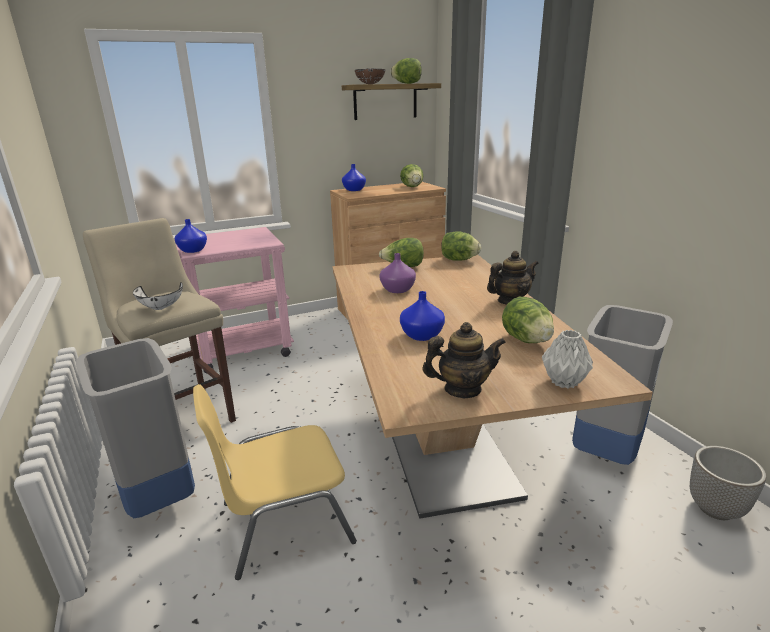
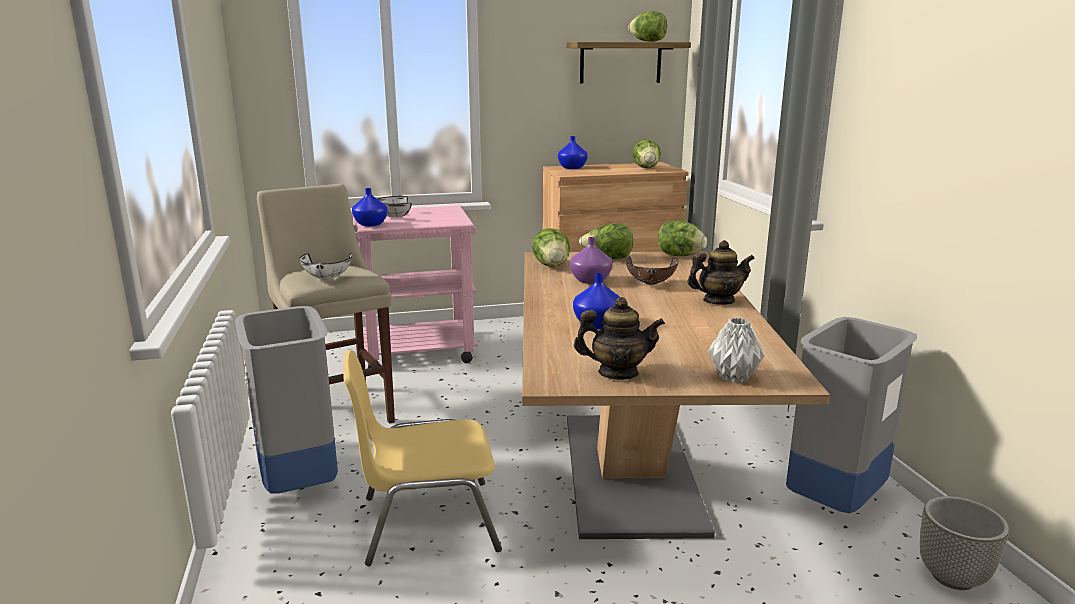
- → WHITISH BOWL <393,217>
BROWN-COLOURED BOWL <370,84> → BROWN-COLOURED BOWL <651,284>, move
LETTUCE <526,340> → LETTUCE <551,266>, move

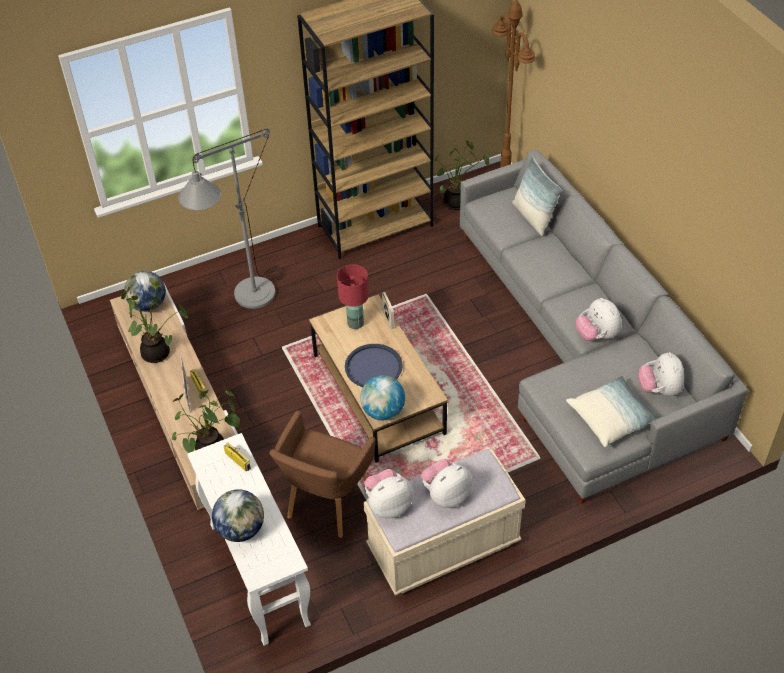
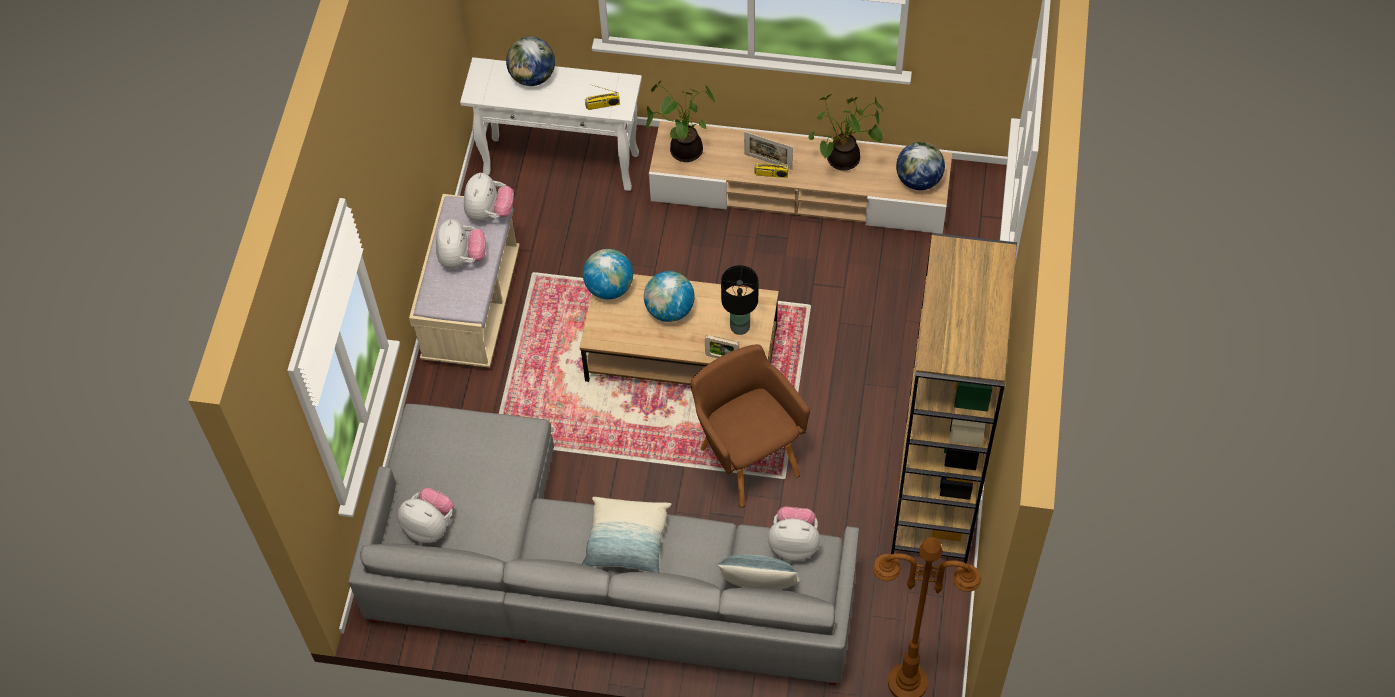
GREYISH STANDARD LAMP <247,301> → -
PLANT IN A POT <456,204> → -
BROWN-COLOURED LOUNGE CHAIR <326,504> → BROWN-COLOURED LOUNGE CHAIR <747,457>, move
PILLOW <611,418> → PILLOW <627,541>, move
CUDDLY TOY <597,335> → CUDDLY TOY <794,543>, move
BLUISH CARRYING TRAY <373,367> → GLOBE <669,310>
RED-COLOURED TABLE LAMP <356,323> → BLACK-COLOURED TABLE LAMP <739,327>

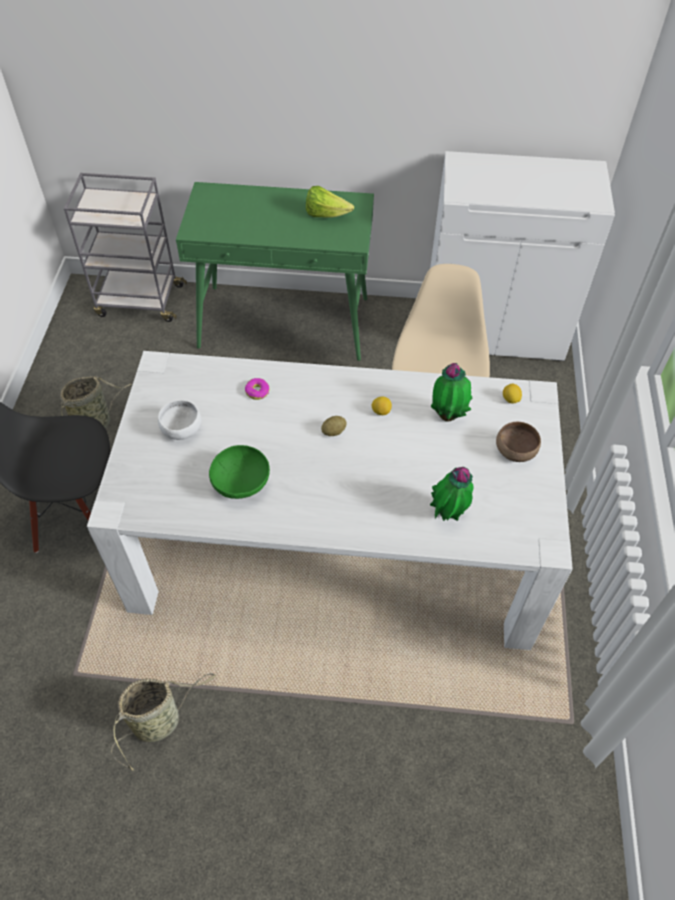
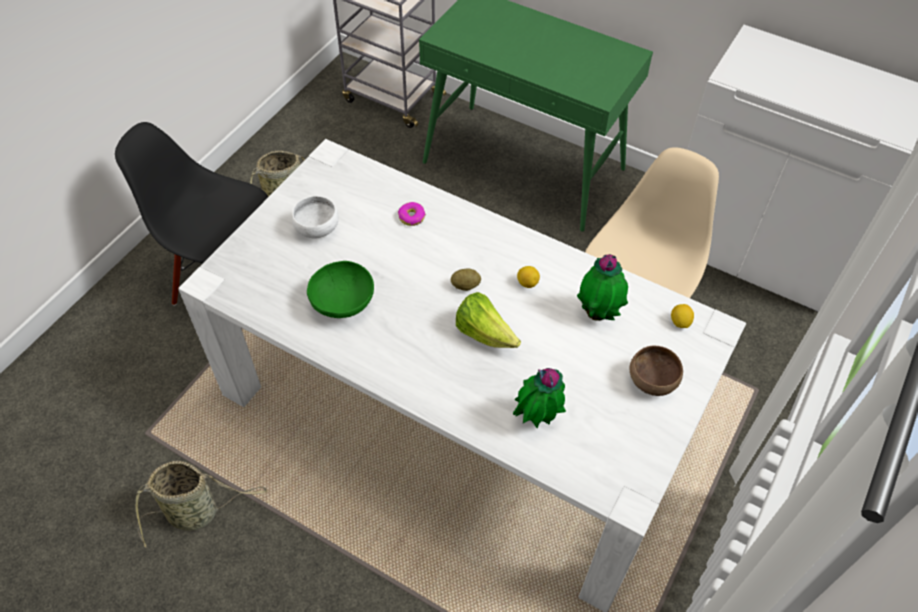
LETTUCE <326,215> → LETTUCE <484,333>, move

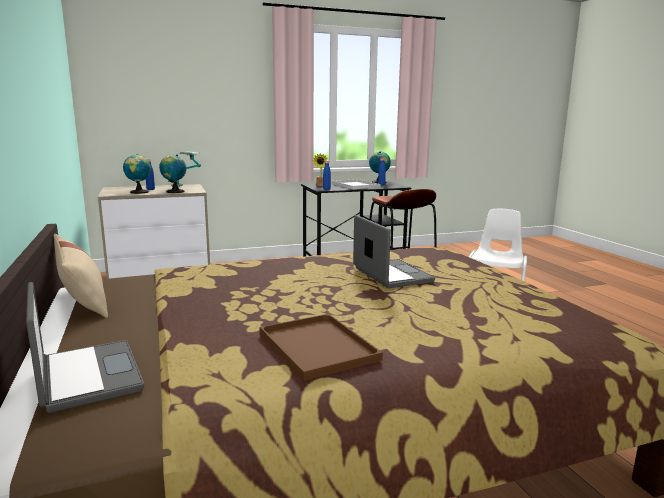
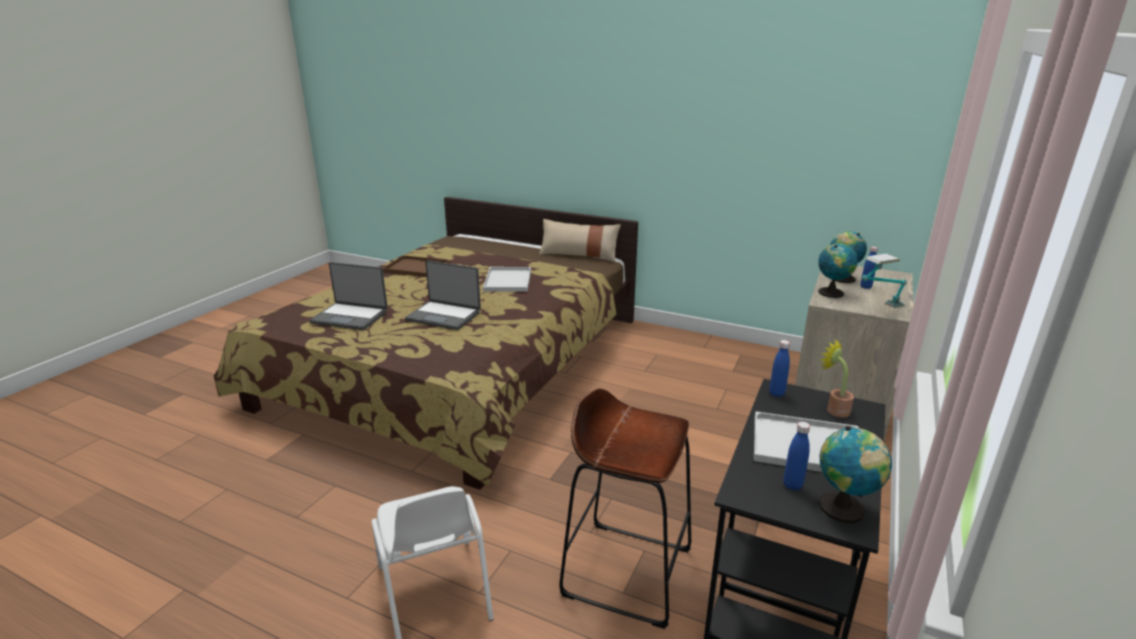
- → WHITISH CARRYING TRAY <507,280>
PORTABLE COMPUTER <86,376> → PORTABLE COMPUTER <350,317>, move

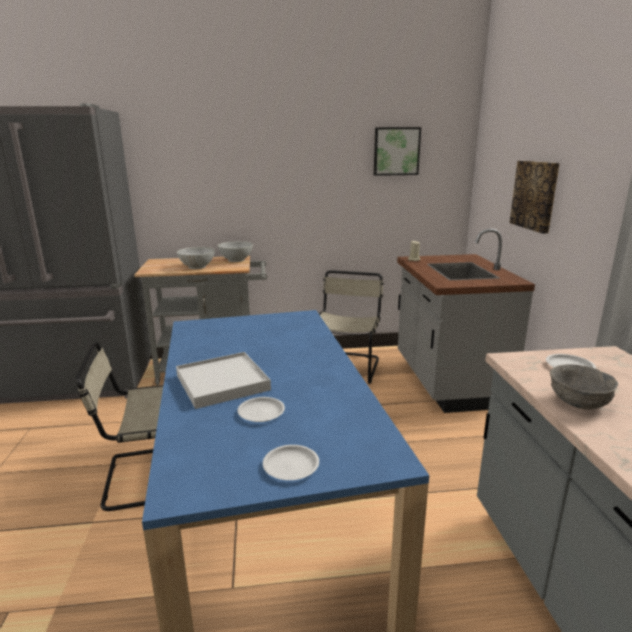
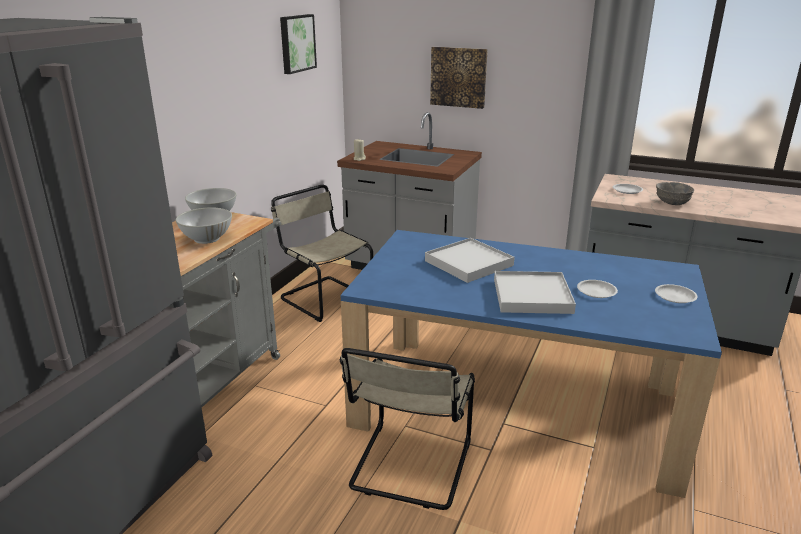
- → WHITISH CARRYING TRAY <468,263>

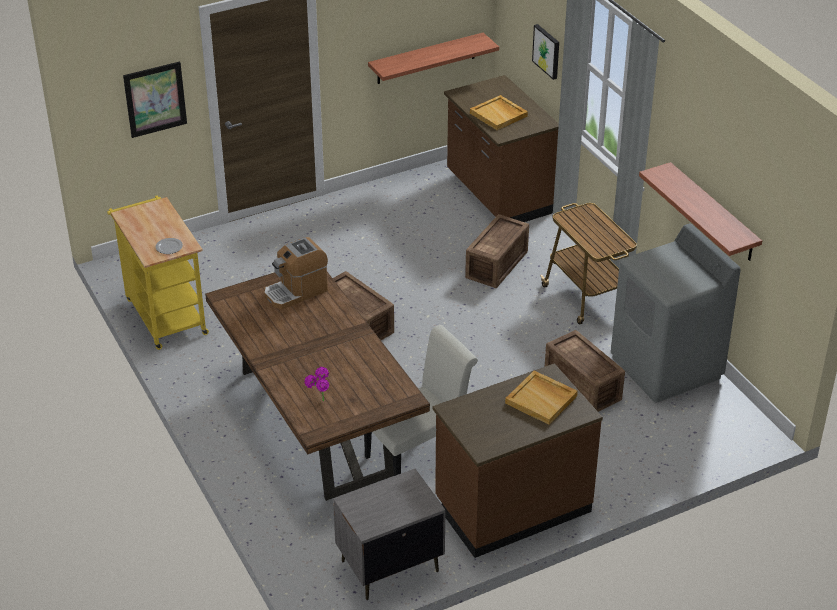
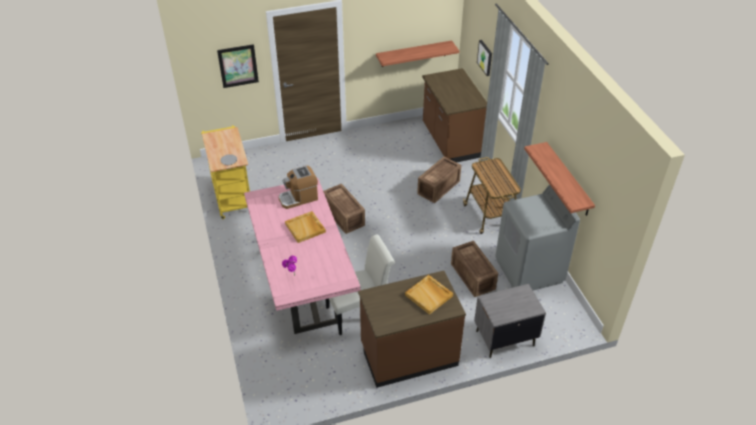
GREYISH NIGHTSTAND <389,566> → GREYISH NIGHTSTAND <504,338>, move
BEIGE-COLOURED CARRYING TRAY <499,115> → BEIGE-COLOURED CARRYING TRAY <305,228>, move
BROWN-COLOURED DINING TABLE <317,423> → PINK DINING TABLE <303,280>

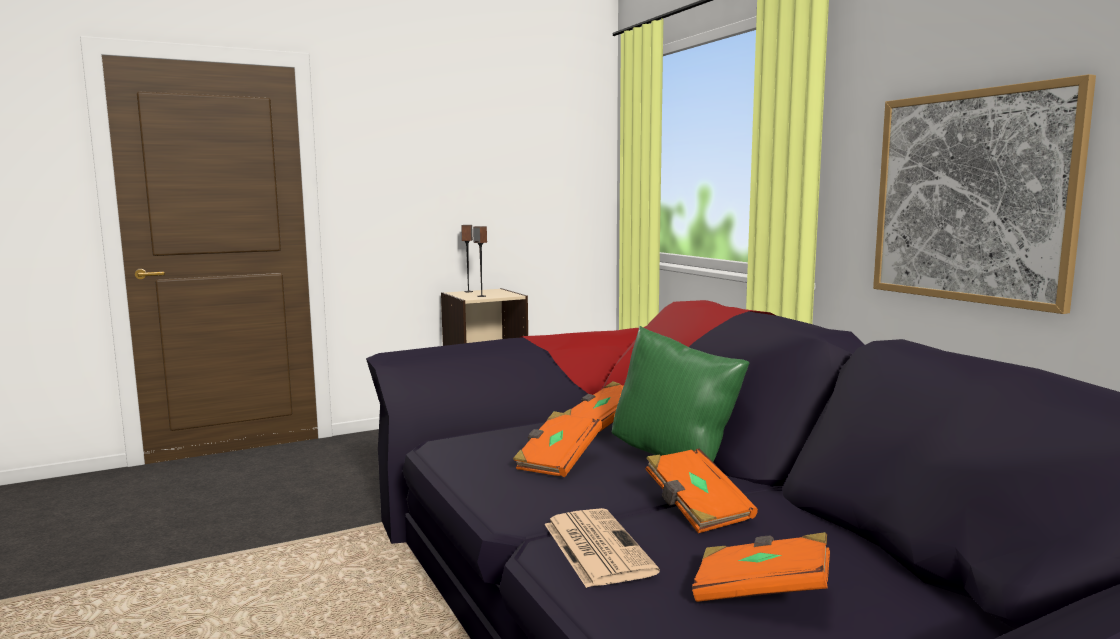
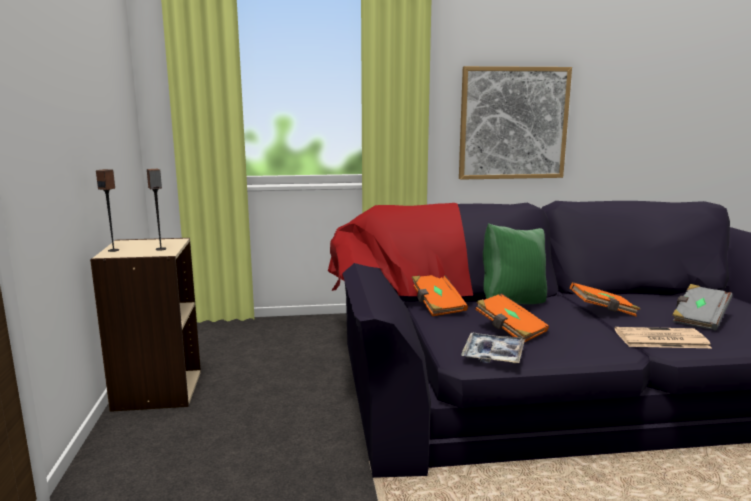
- → CARRYING TRAY <493,355>
ORANGE VOLUME <760,593> → GREYISH VOLUME <698,319>

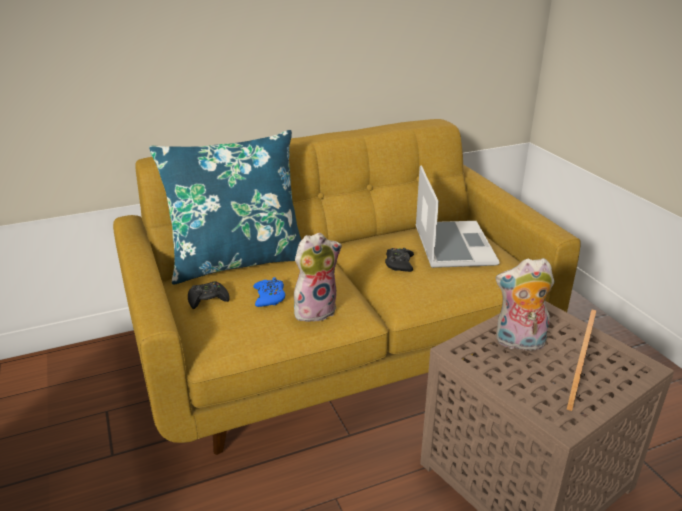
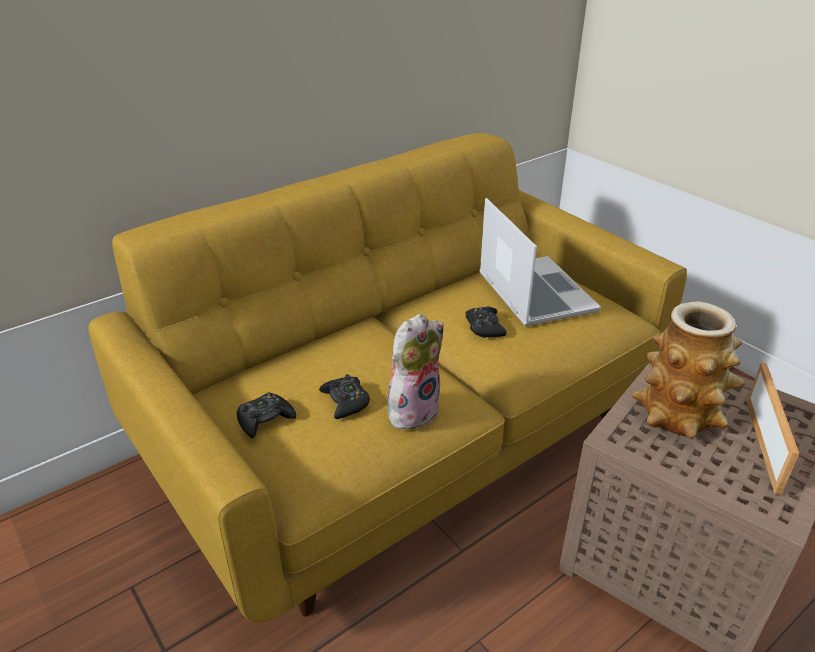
BLUISH PILLOW <237,261> → -
CUDDLY TOY <518,343> → VASE <678,414>
BLUISH GAMEPAD <269,297> → BLACK-COLOURED GAMEPAD <346,401>

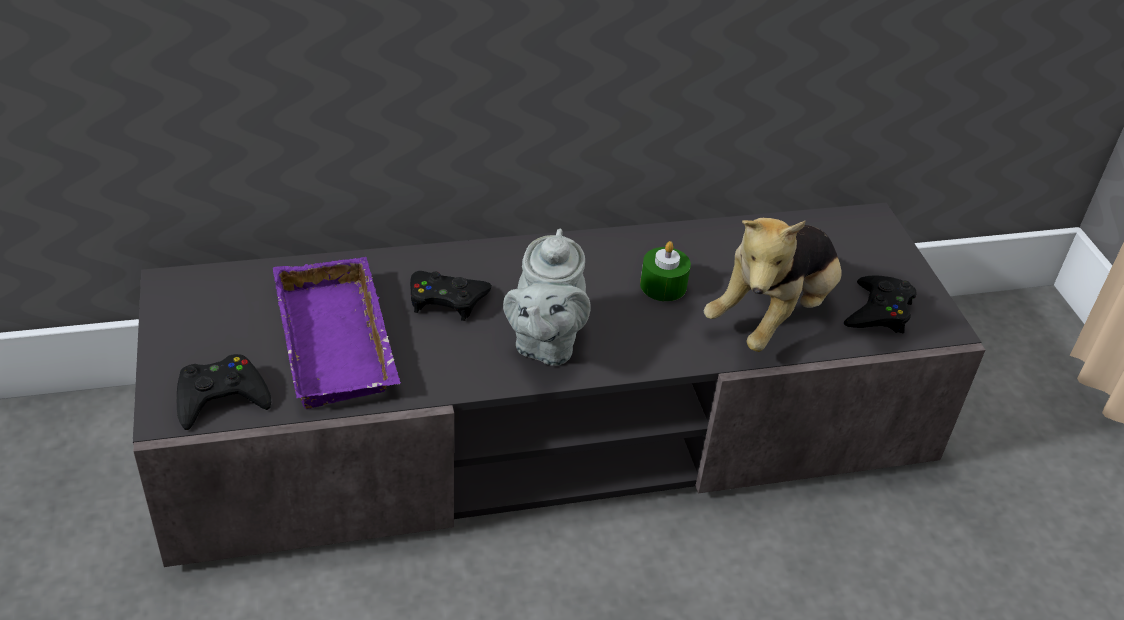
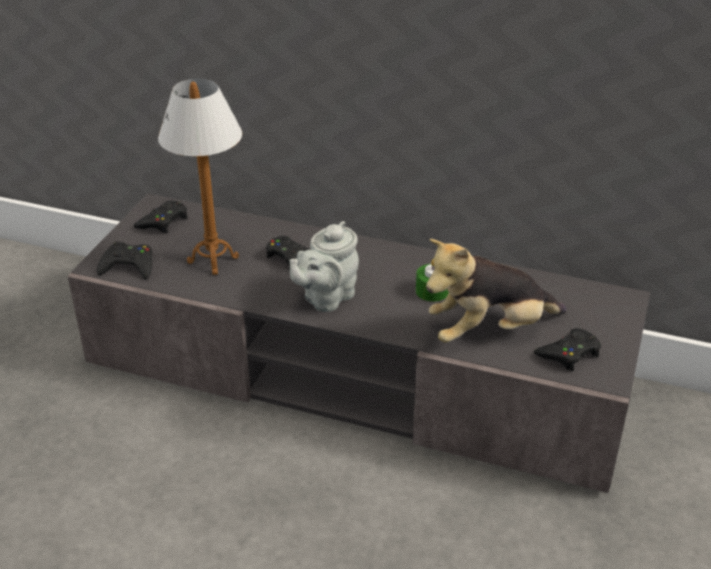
- → BLACK-COLOURED GAMEPAD <163,221>
PURPLE CARRYING TRAY <341,342> → TABLE LAMP <213,260>

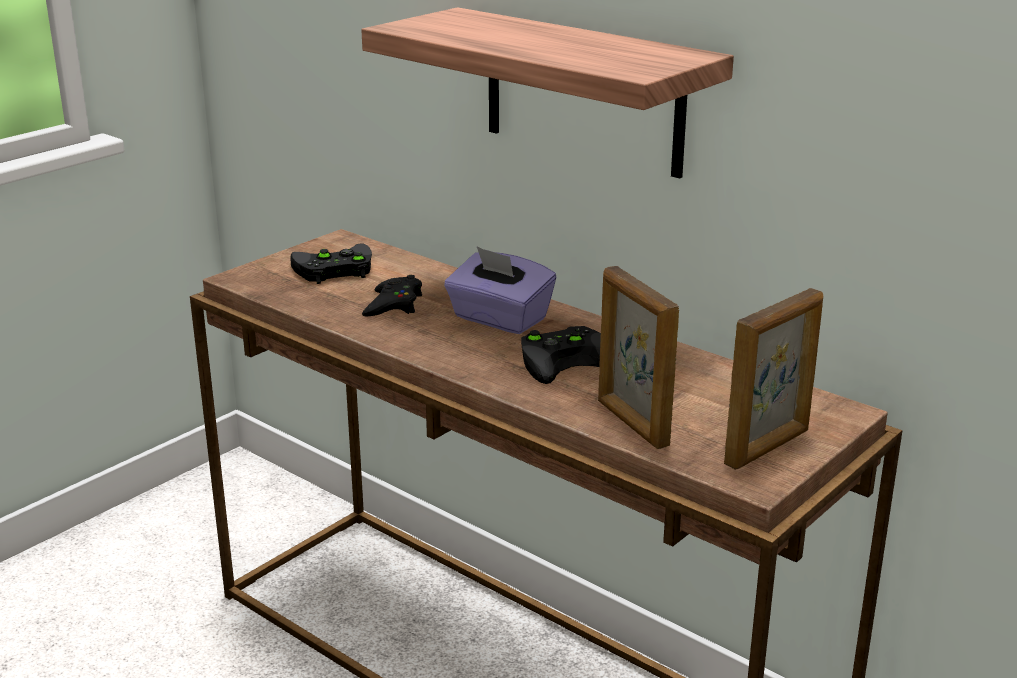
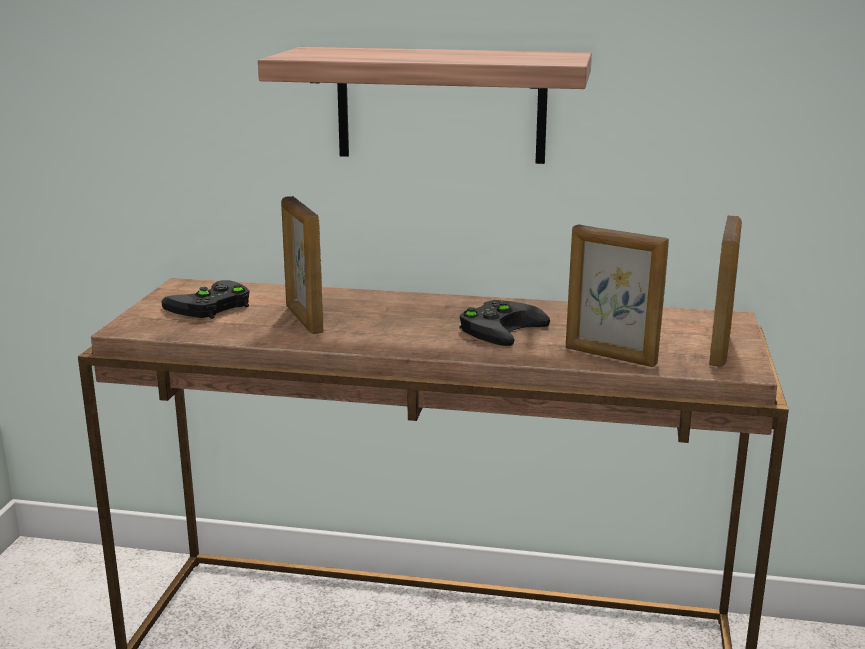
PURPLE BOX OF TISSUES <499,319> → -
BLACK-COLOURED GAMEPAD <394,304> → PICTURE FRAME <303,320>

